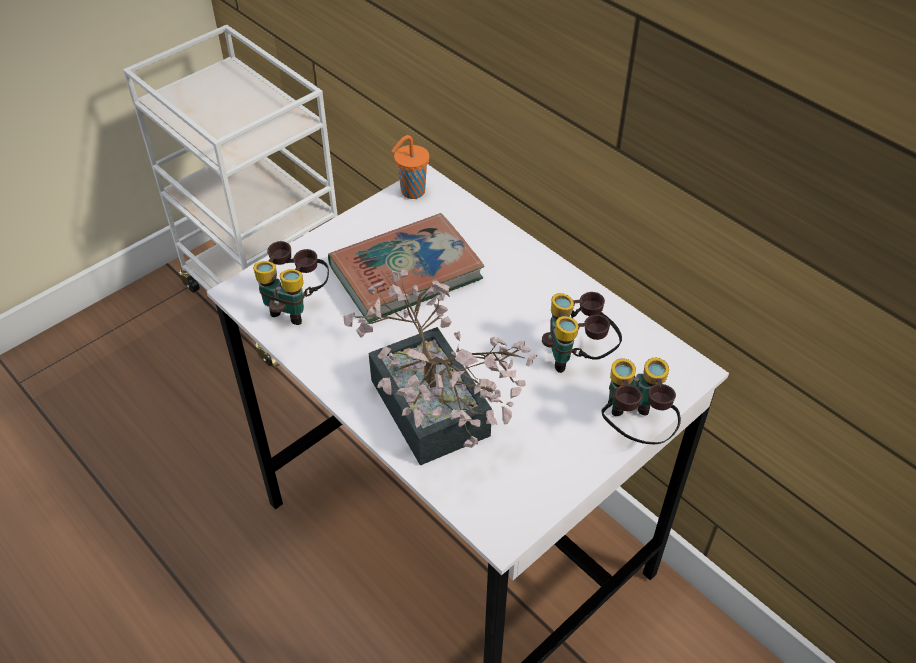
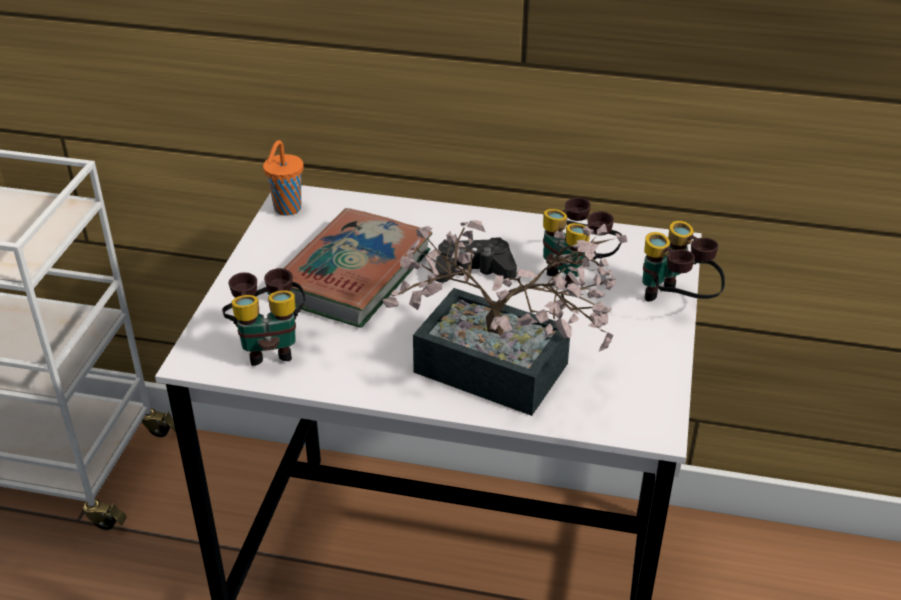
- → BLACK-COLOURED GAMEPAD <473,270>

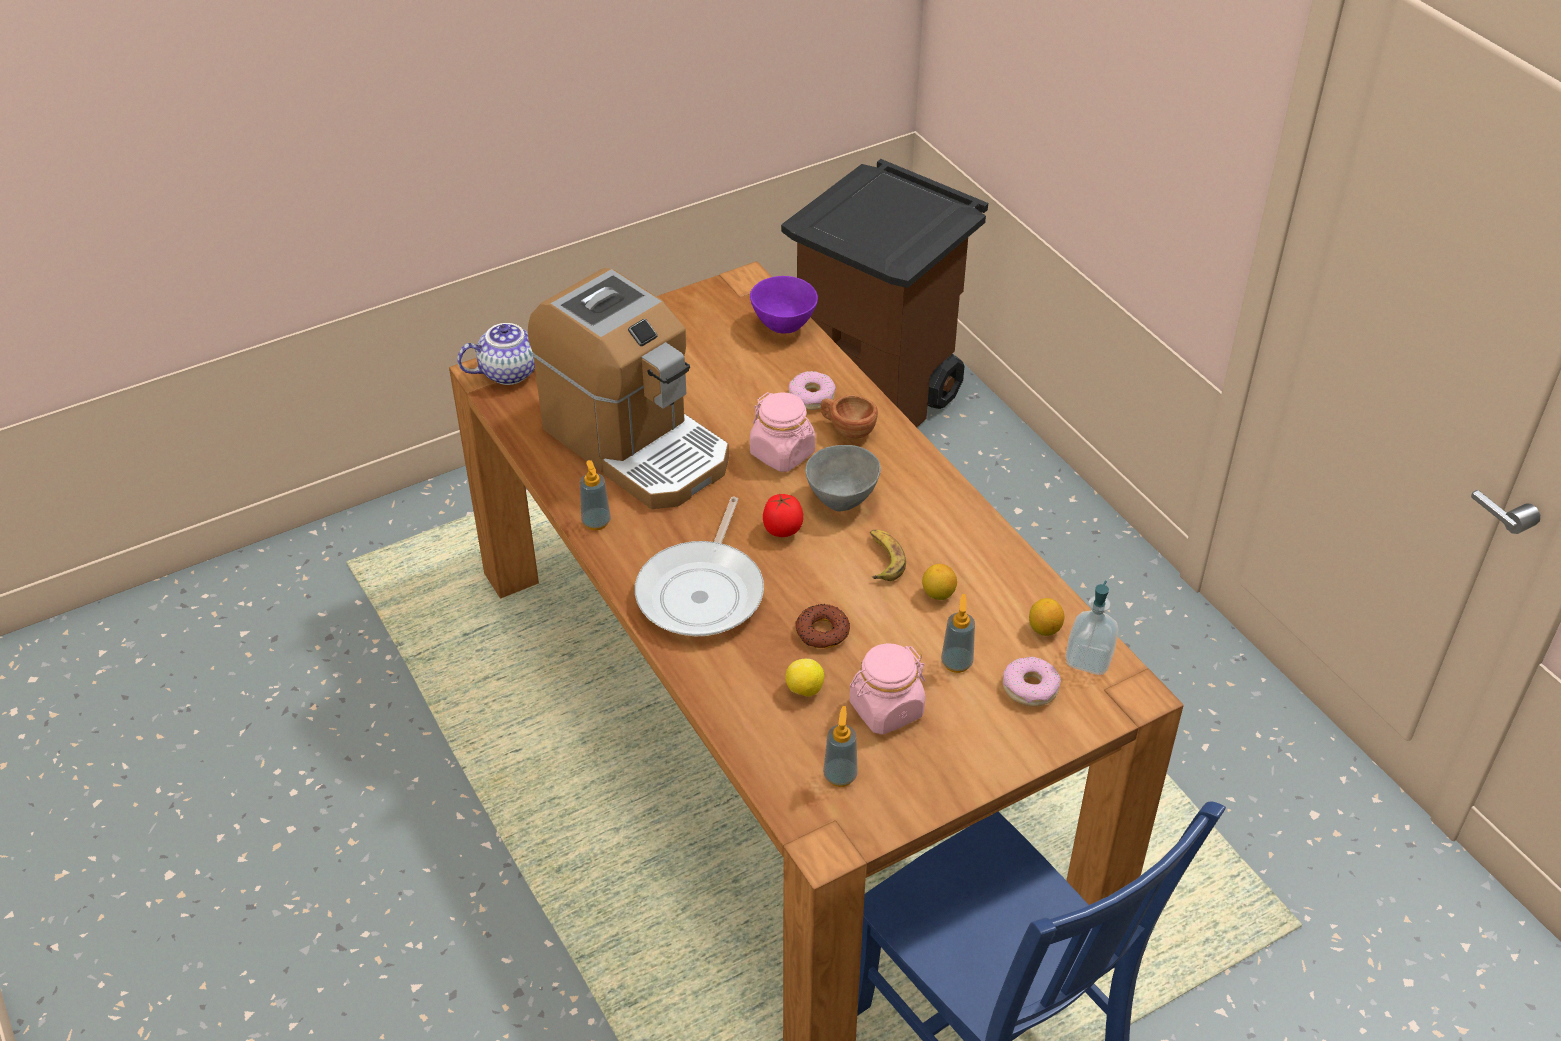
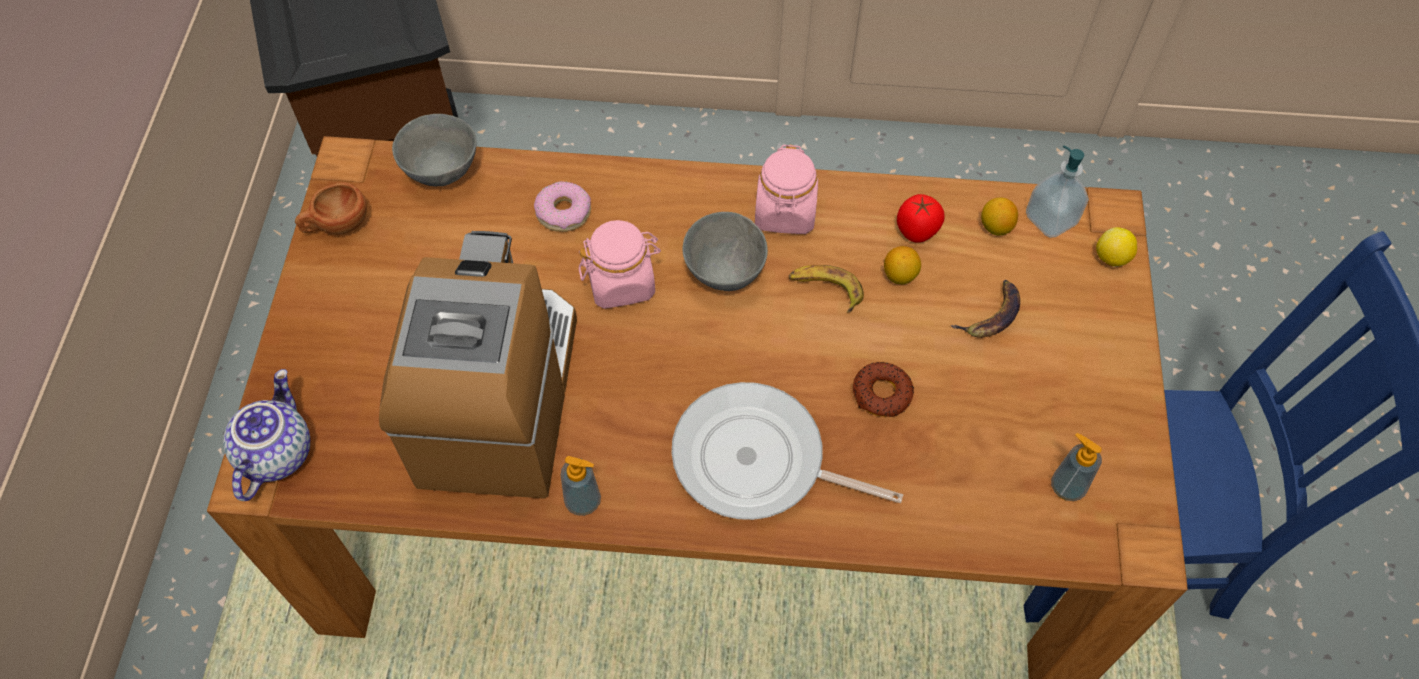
RING DOUGHNUT <1030,688> → -
WHOLE TOMATO <783,531> → WHOLE TOMATO <917,231>, move
WHOLE LEMON <804,690> → WHOLE LEMON <1111,258>, move
BROWN-COLOURED CUP <847,429> → BROWN-COLOURED CUP <337,226>, move
PINK JAR <886,709> → PINK JAR <785,212>, move
SOAP BOTTLE <956,662> → BANANA FRUIT <991,314>
PURPLE BOWL <784,326> → GREYISH BOWL <443,172>
COFFEE MACHINE <636,444> → COFFEE MACHINE <499,399>, 75 degrees counterclockwise
SKILLET <703,591> → SKILLET <757,461>, 150 degrees clockwise

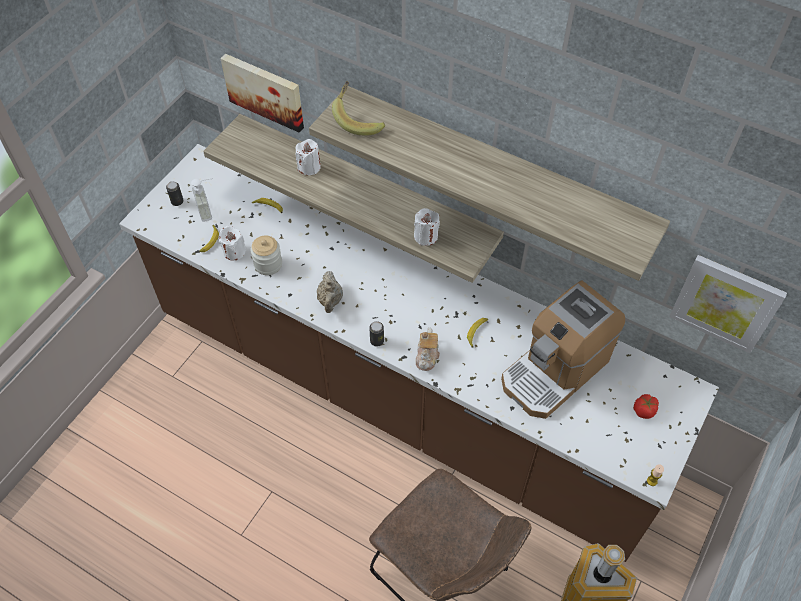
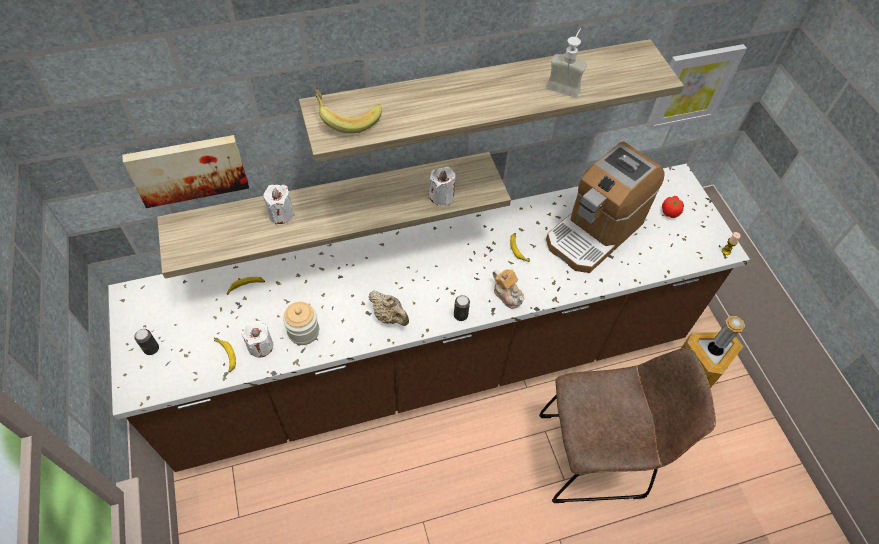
SOAP BOTTLE <209,210> → SOAP BOTTLE <564,85>, move
COFFEE MACHINE <554,371> → COFFEE MACHINE <594,232>, 45 degrees clockwise

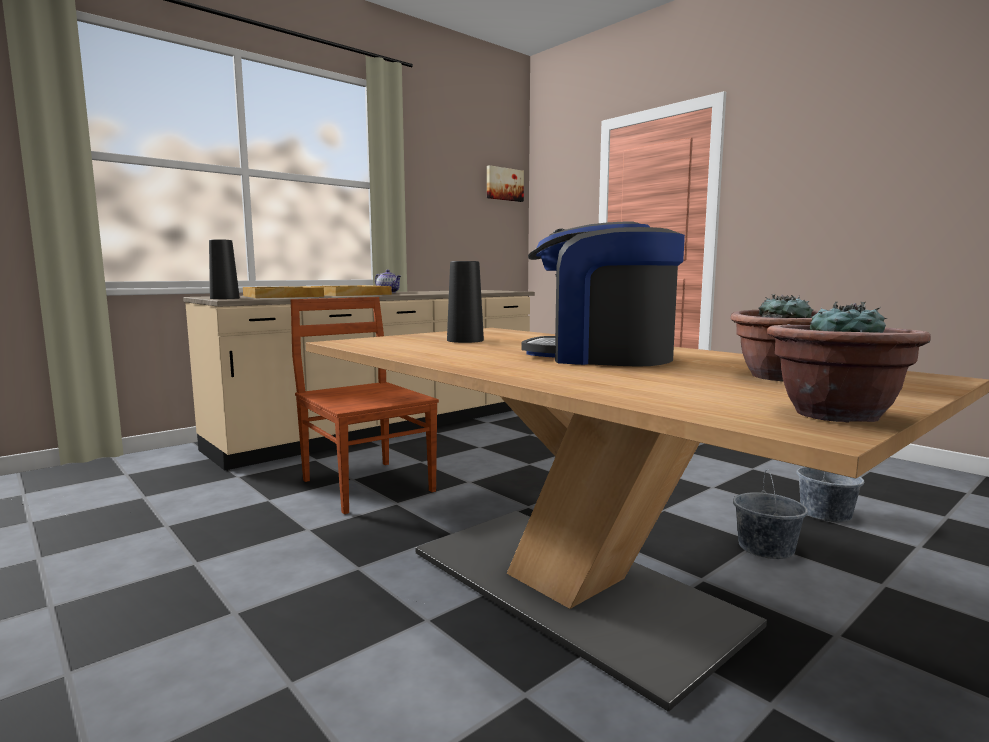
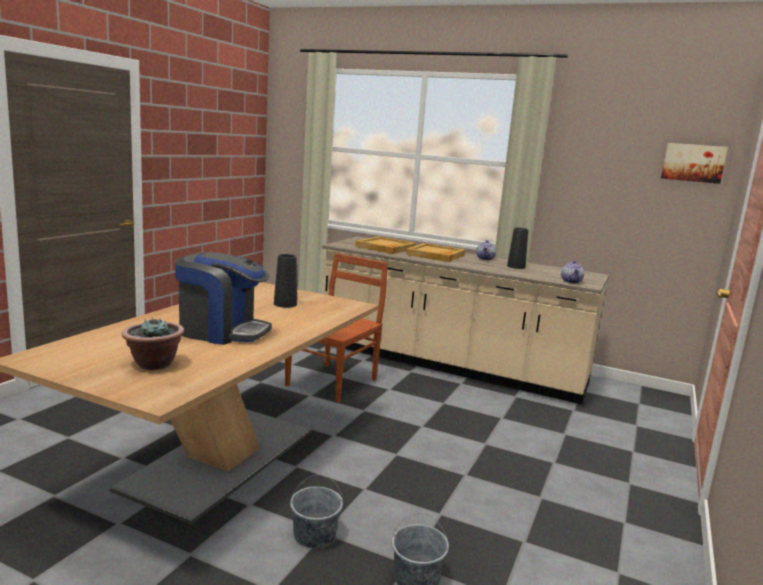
PLANT IN A POT <835,414> → -
- → TEA POT <571,281>
BLACK-COLOURED VASE <225,298> → BLACK-COLOURED VASE <516,266>, move
COFFEE MACHINE <601,357> → COFFEE MACHINE <222,331>, 105 degrees clockwise

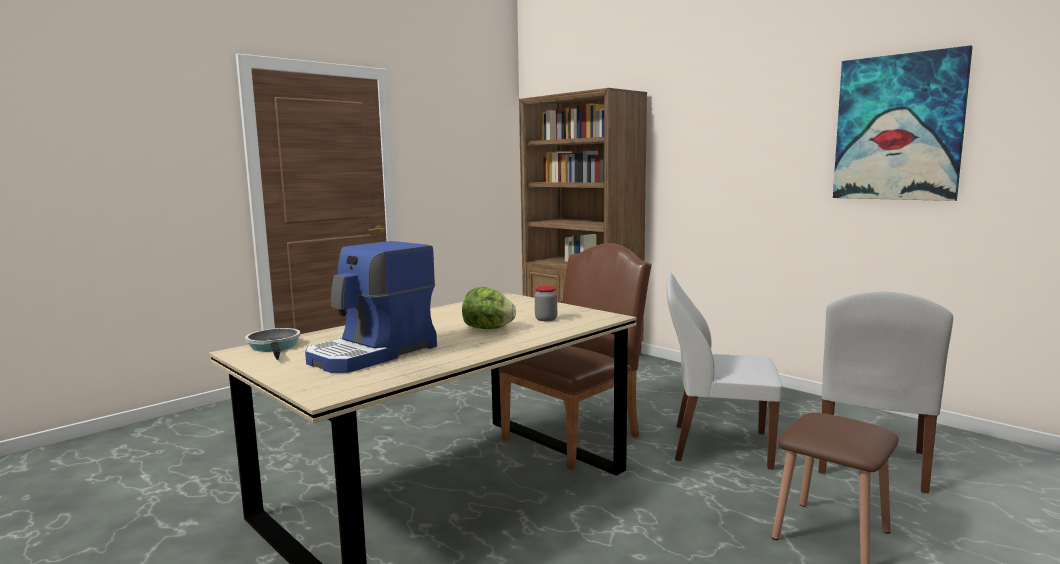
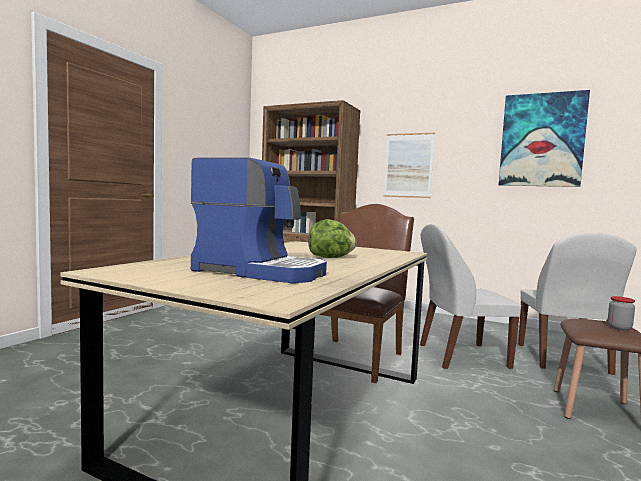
SKILLET <275,347> → -
- → PICTURE <408,165>
JAR <546,319> → JAR <619,327>, move
COFFEE MACHINE <373,354> → COFFEE MACHINE <261,271>, 90 degrees counterclockwise

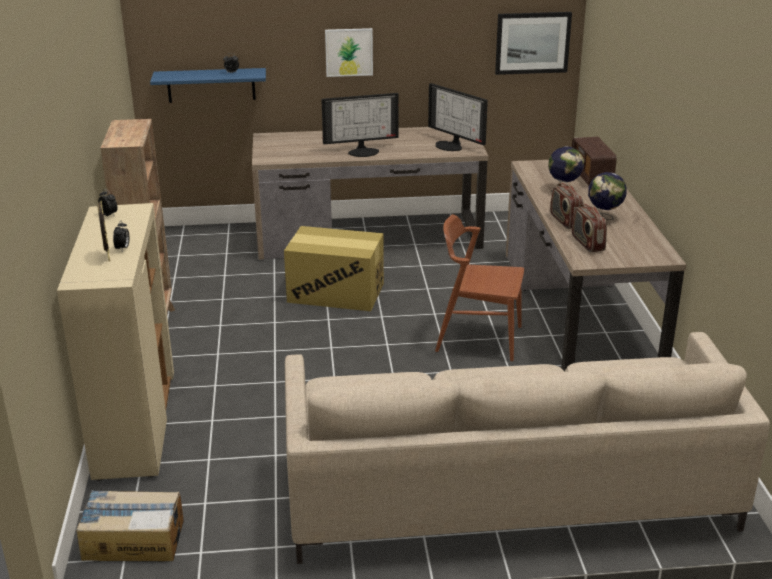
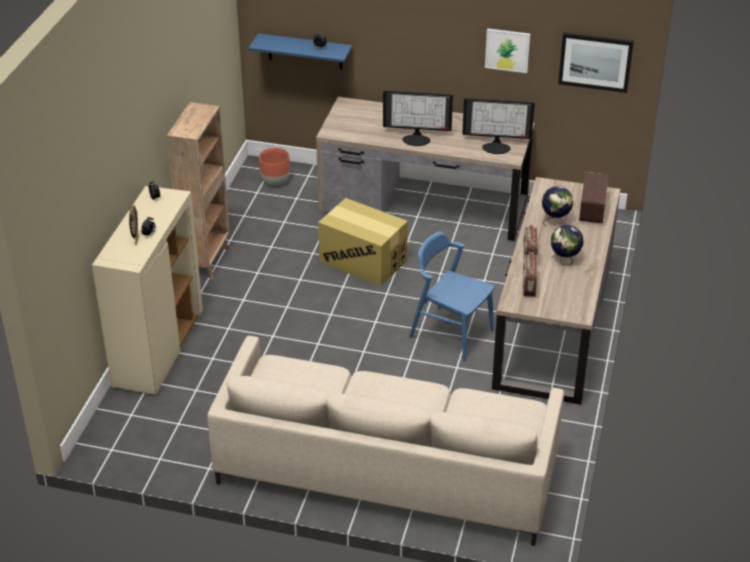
CARDBOARD BOX <133,539> → -
- → BROWN-COLOURED FLOWER POT <275,181>
PICTURE <349,52> → PICTURE <507,50>, move
BROWN-COLOURED CHAIR <478,338> → BLUISH CHAIR <451,333>
COMPUTER SCREEN <451,145> → COMPUTER SCREEN <496,146>, 60 degrees counterclockwise

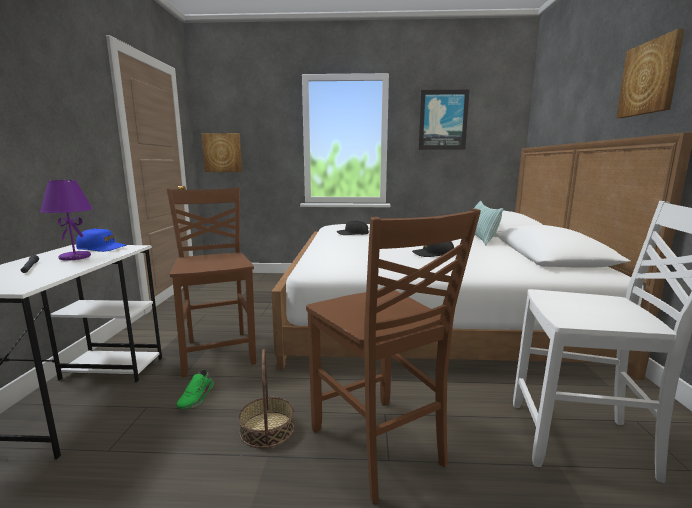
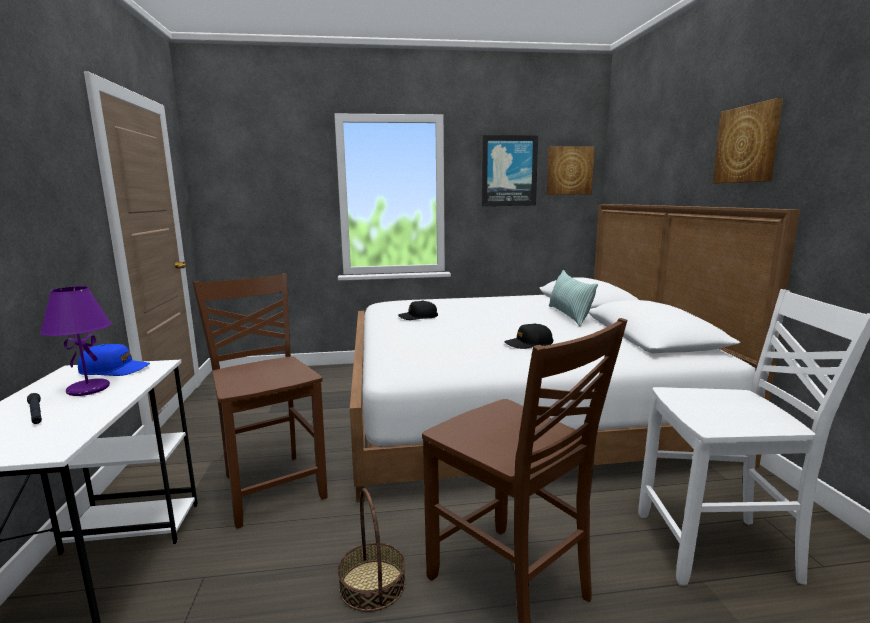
GREENISH SHOE <197,397> → -
PICTURE <222,152> → PICTURE <569,170>, move

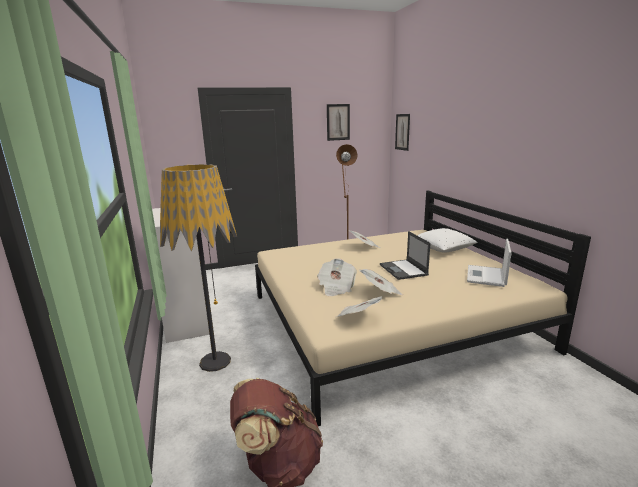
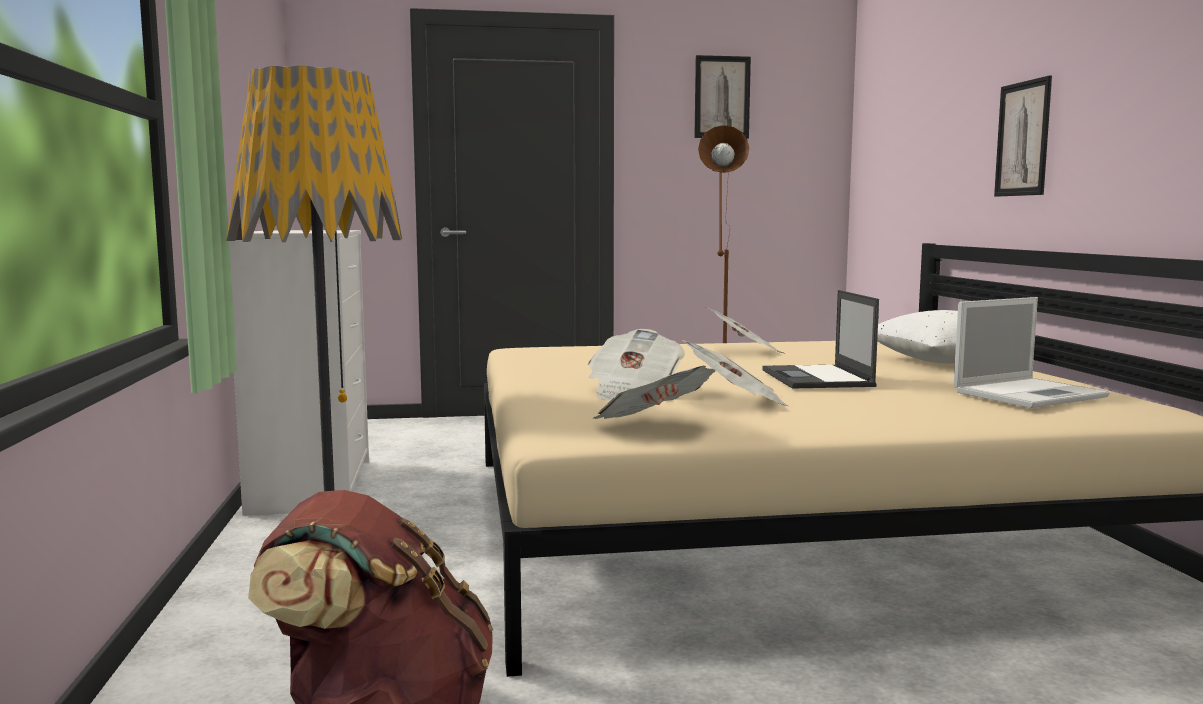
PICTURE <402,132> → PICTURE <1023,139>, move
PORTABLE COMPUTER <486,276> → PORTABLE COMPUTER <1030,394>, 150 degrees counterclockwise

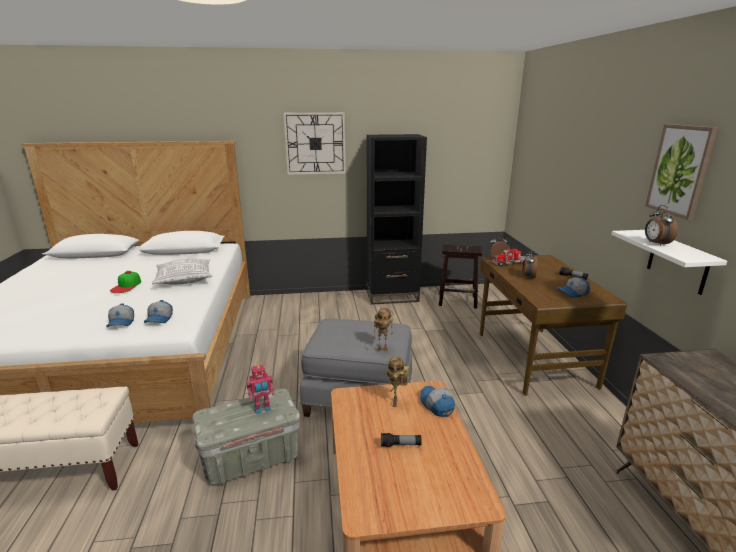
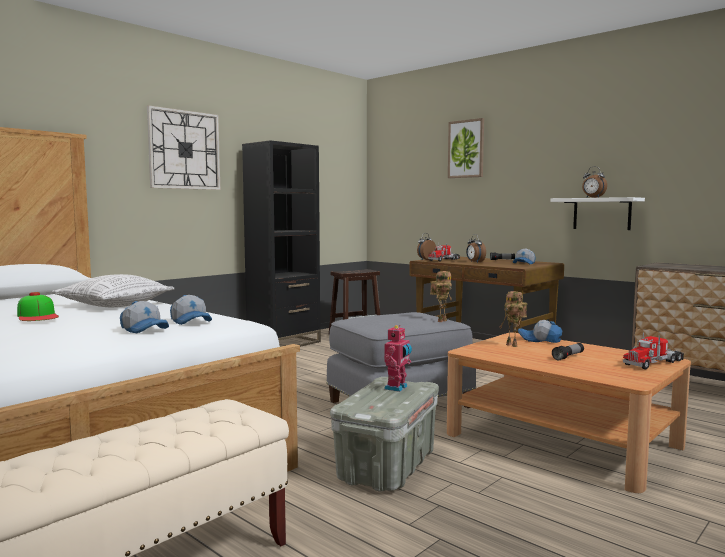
- → MODEL TRUCK <653,363>
PICTURE <680,170> → PICTURE <466,149>, move

